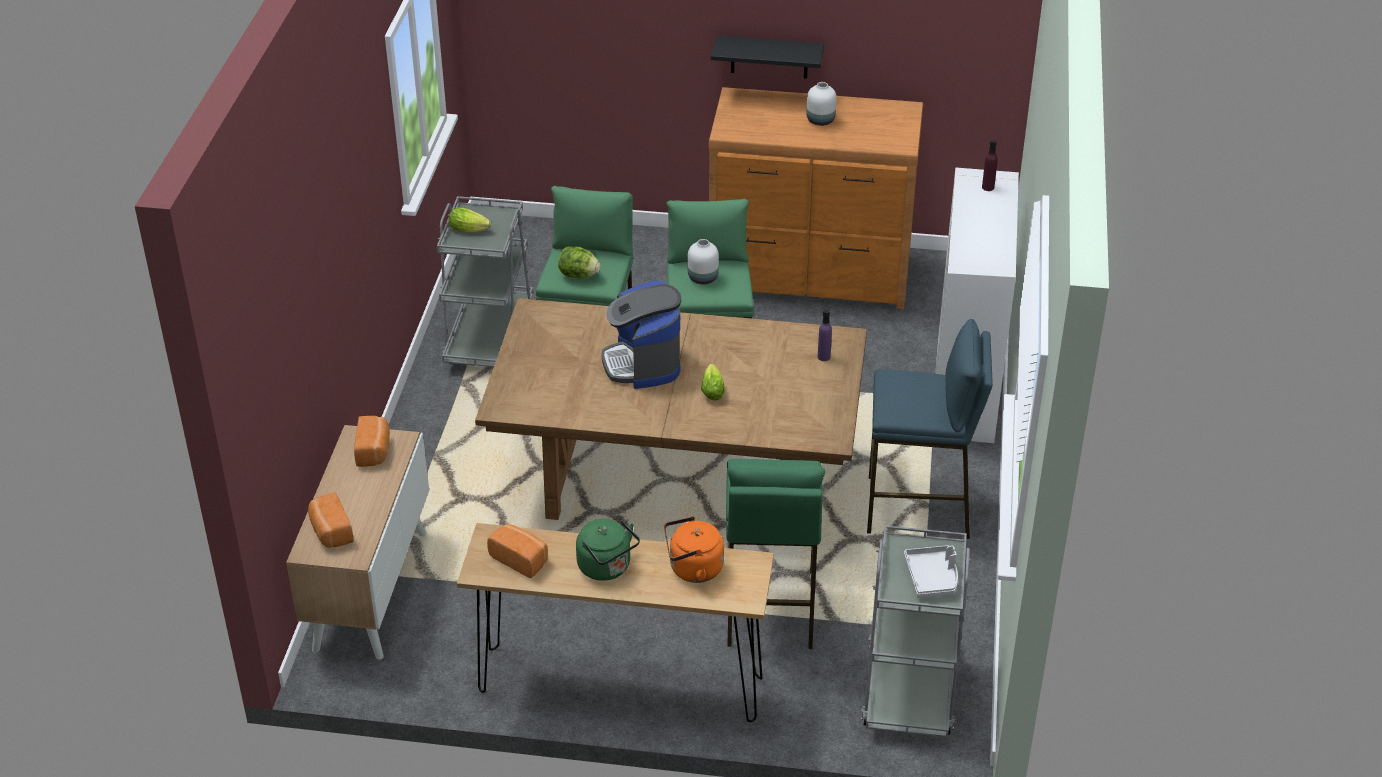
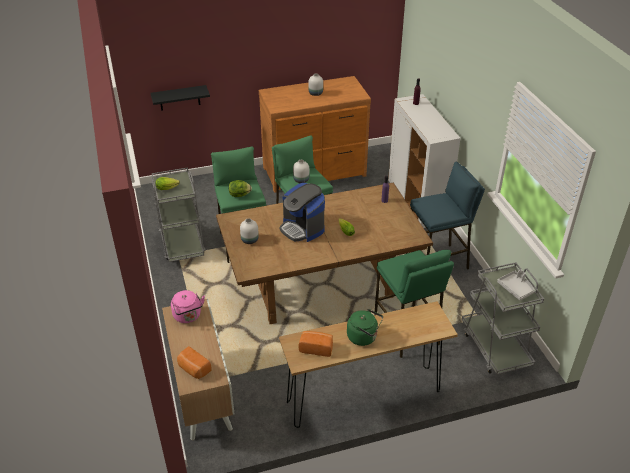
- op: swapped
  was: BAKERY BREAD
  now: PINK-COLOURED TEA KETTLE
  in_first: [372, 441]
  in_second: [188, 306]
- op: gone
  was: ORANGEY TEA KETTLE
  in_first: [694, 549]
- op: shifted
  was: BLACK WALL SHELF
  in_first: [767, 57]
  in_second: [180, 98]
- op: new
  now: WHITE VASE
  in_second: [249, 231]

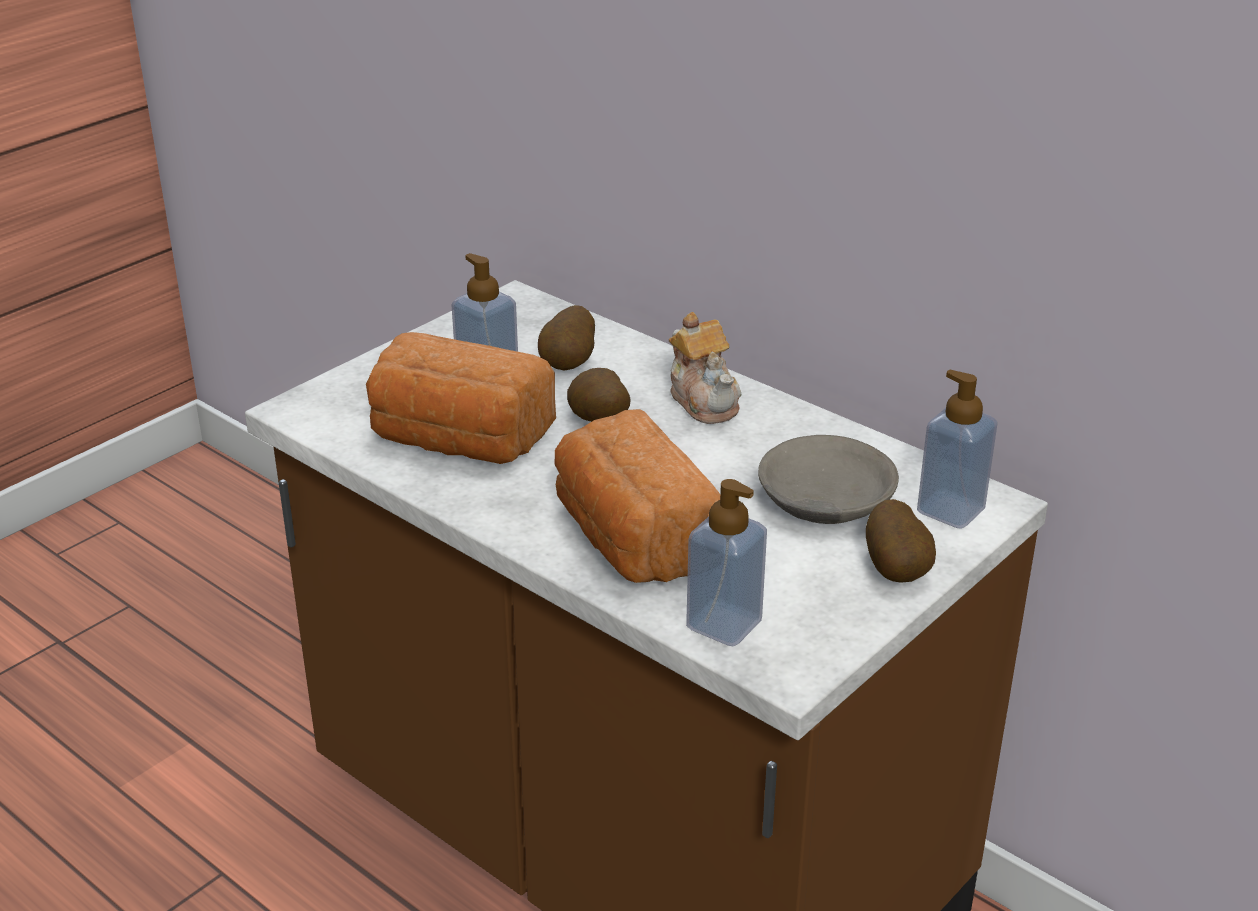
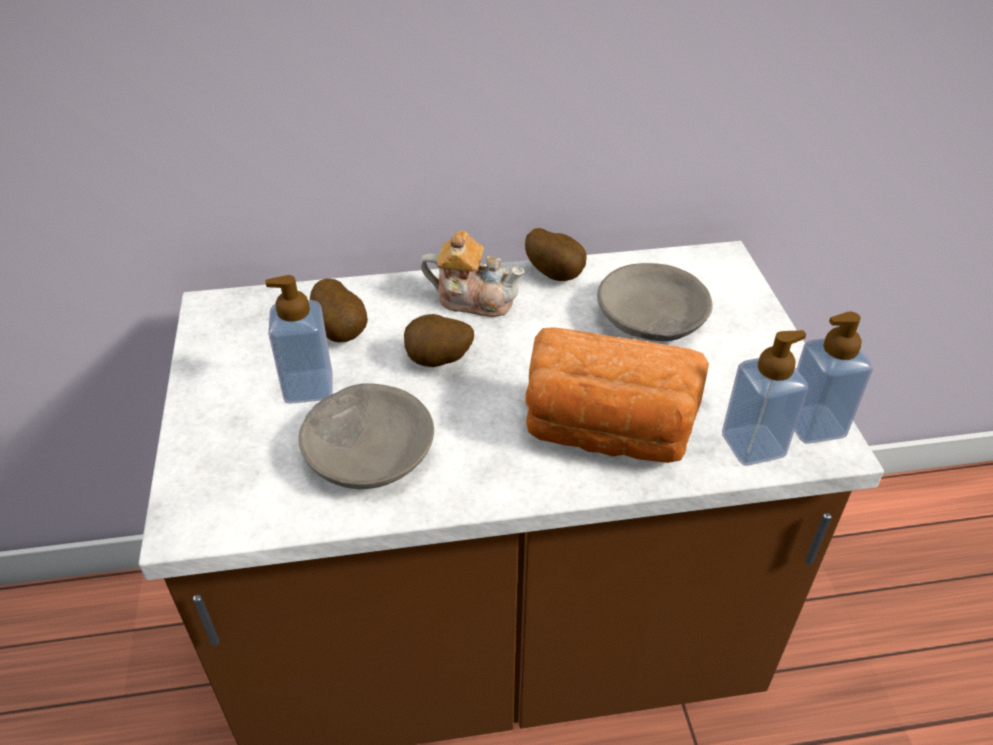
- op: swapped
  was: BAKERY BREAD
  now: GREYISH BOWL
  in_first: [461, 398]
  in_second: [366, 436]
- op: shifted
  was: POTATO
  in_first: [901, 541]
  in_second: [555, 254]
- op: shifted
  was: SOAP DISPENSER
  in_first: [957, 449]
  in_second: [834, 378]

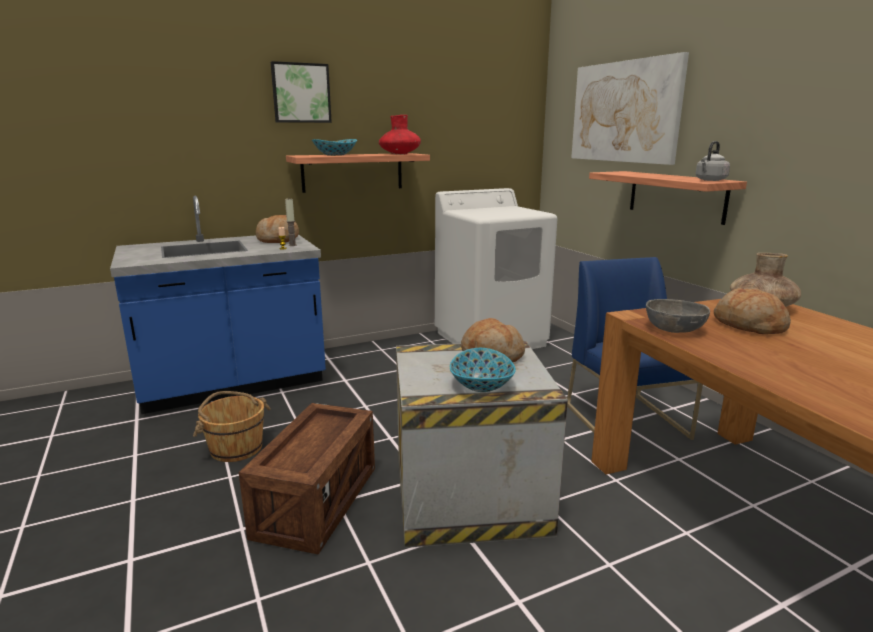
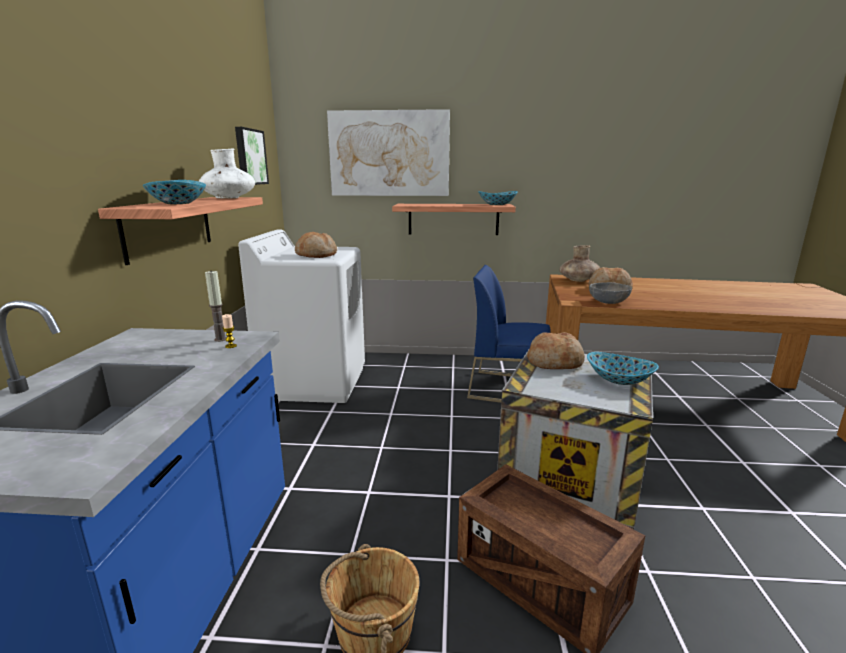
- op: shifted
  was: BAKERY BREAD
  in_first: [277, 229]
  in_second: [316, 245]
- op: shifted
  was: WALL PICTURE
  in_first: [301, 92]
  in_second: [252, 156]
- op: repainted
  was: RED VASE
  now: WHITE VASE
  in_first: [400, 134]
  in_second: [227, 174]
- op: swapped
  was: GREYISH TEA KETTLE
  now: BOWL
  in_first: [713, 161]
  in_second: [498, 198]

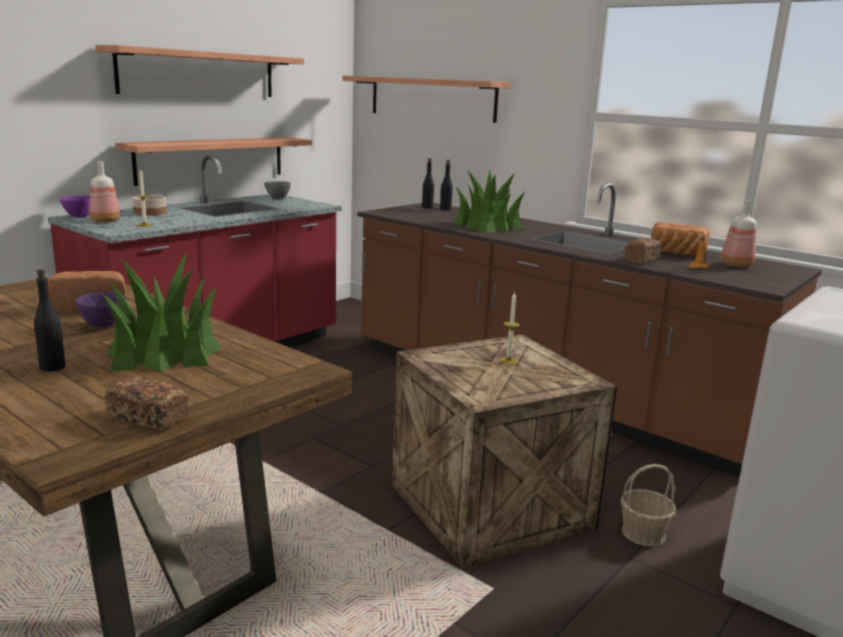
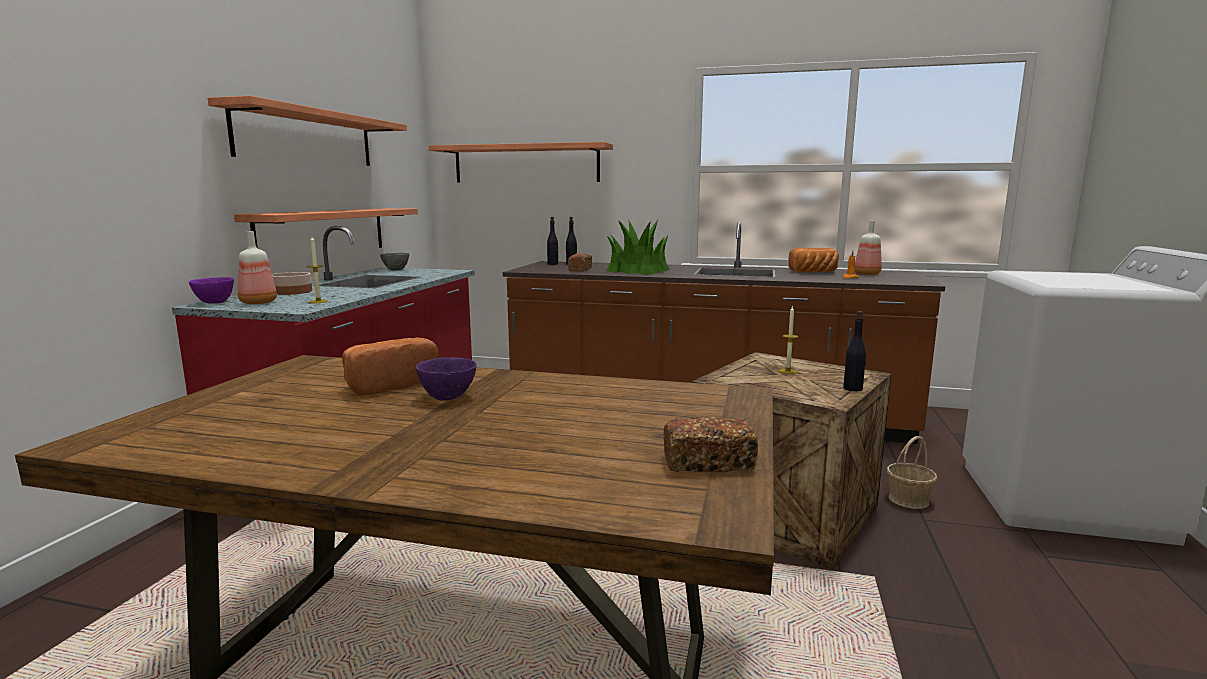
- op: shifted
  was: BLACK BOTTLE
  in_first: [50, 320]
  in_second: [854, 351]
- op: gone
  was: PLANT IN A POT
  in_first: [161, 312]
- op: shifted
  was: BAKERY BREAD
  in_first: [642, 251]
  in_second: [580, 262]

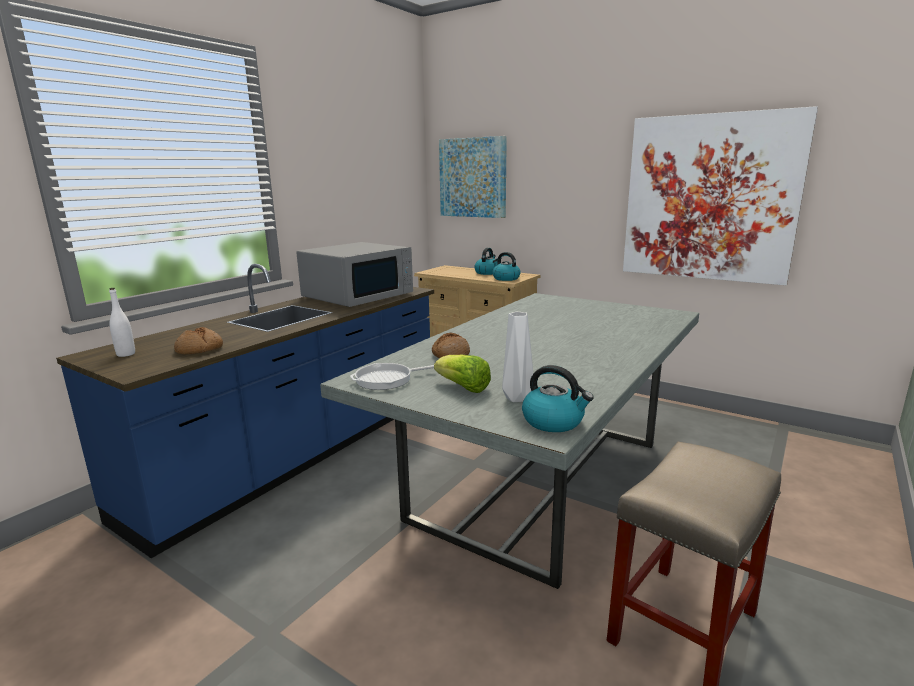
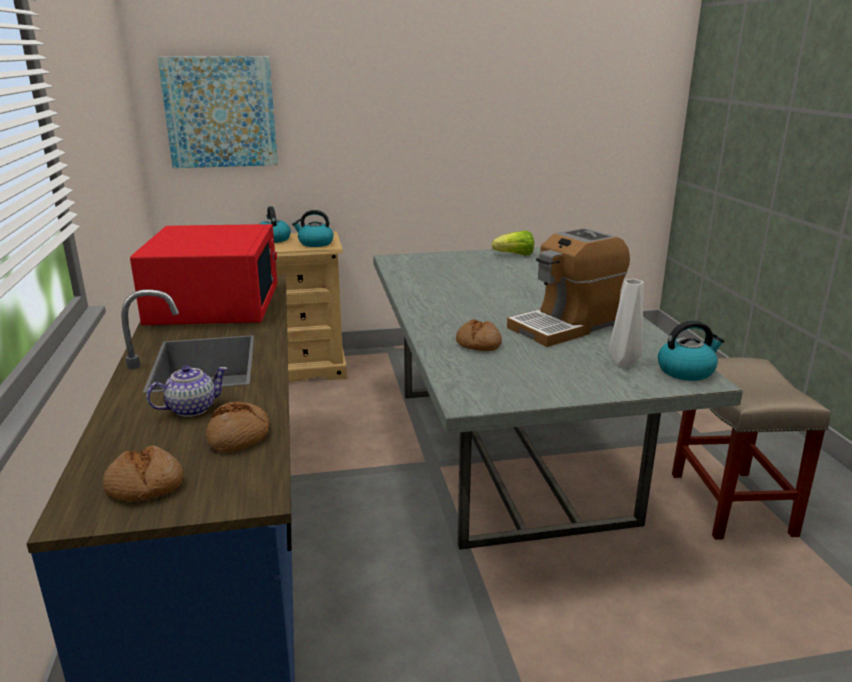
- op: swapped
  was: WHITE BOTTLE
  now: BAKERY BREAD
  in_first: [122, 322]
  in_second: [143, 473]
- op: repainted
  was: GREYISH MICROWAVE
  now: RED MICROWAVE
  in_first: [354, 274]
  in_second: [204, 274]
- op: gone
  was: PAN
  in_first: [392, 376]
- op: shifted
  was: LETTUCE HEAD
  in_first: [462, 374]
  in_second: [513, 243]
- op: gone
  was: WALL PICTURE
  in_first: [720, 195]
- op: new
  now: TEA POT
  in_second: [187, 391]
- op: new
  now: COFFEE MACHINE
  in_second: [568, 287]

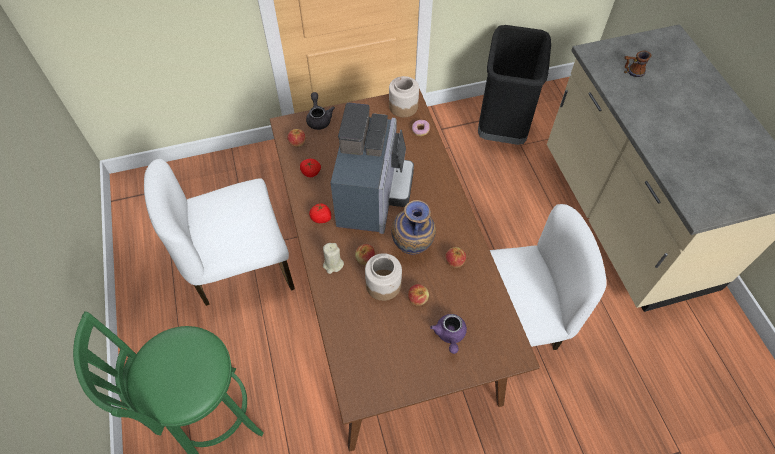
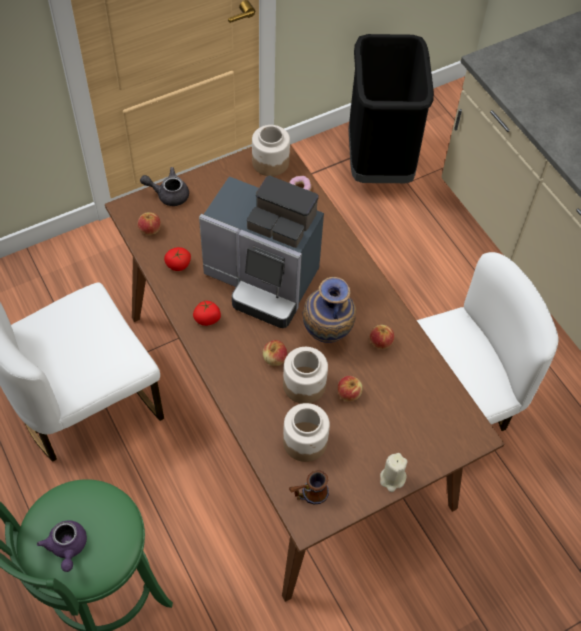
- op: rotated
  was: GREYISH TEA POT
  in_first: [320, 111]
  in_second: [164, 186]
  clockwise: -60
- op: shifted
  was: BEIGE CANDLE
  in_first: [333, 258]
  in_second: [394, 472]
- op: rotated
  was: COFFEE MACHINE
  in_first: [372, 168]
  in_second: [261, 252]
  clockwise: 120
- op: shifted
  was: PURPLISH TEA POT
  in_first: [448, 334]
  in_second: [62, 546]
- op: shifted
  was: MUG
  in_first: [637, 64]
  in_second: [309, 487]
- op: new
  now: STORAGE JAR
  in_second: [306, 432]

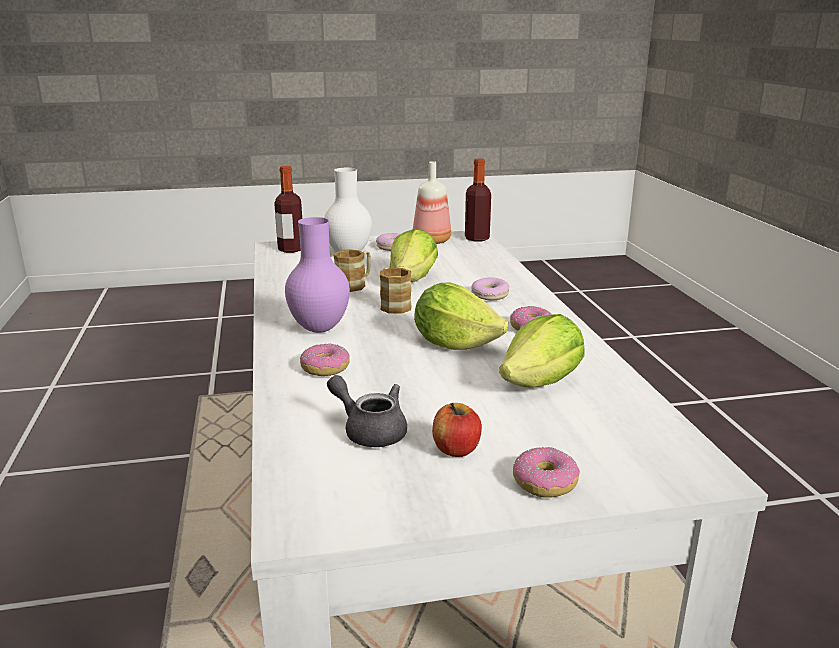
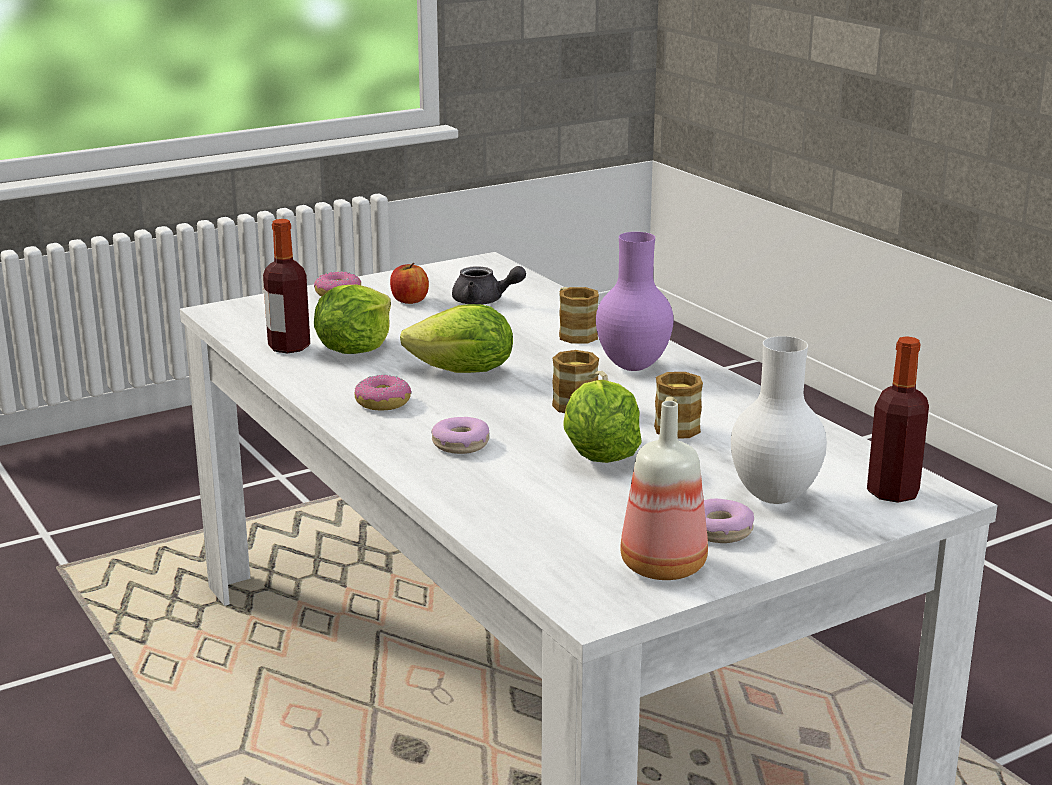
- op: swapped
  was: DONUT
  now: MUG
  in_first: [325, 359]
  in_second: [579, 315]
- op: shifted
  was: BOTTLE
  in_first: [478, 200]
  in_second: [286, 286]

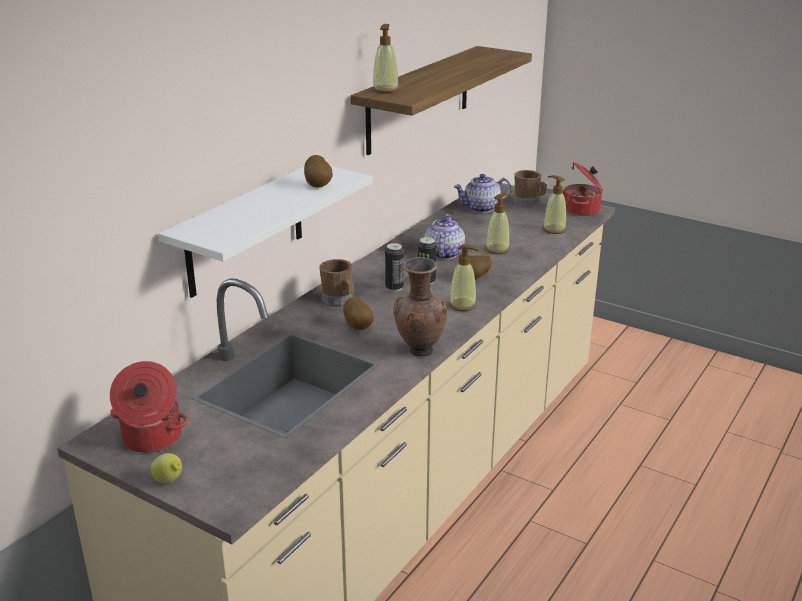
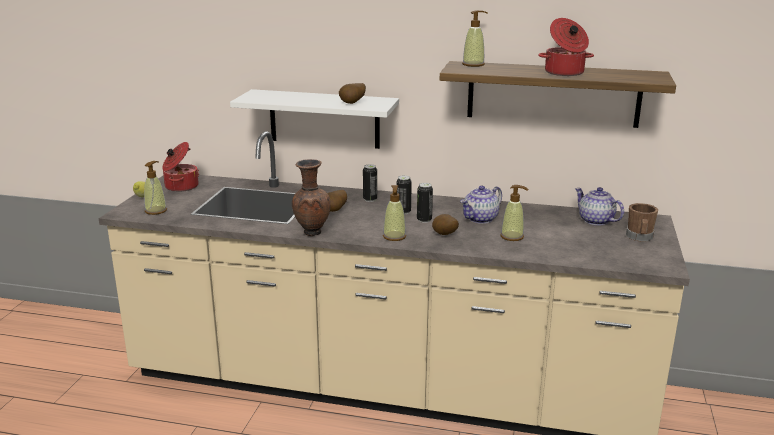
- op: swapped
  was: BROWN MUG
  now: SEALED CAN
  in_first: [336, 282]
  in_second: [370, 183]
- op: rotated
  was: TEA POT
  in_first: [444, 237]
  in_second: [481, 204]
  clockwise: 150
- op: shifted
  was: SOAP DISPENSER
  in_first: [554, 204]
  in_second: [155, 188]
- op: shifted
  was: COOKING POT
  in_first: [582, 189]
  in_second: [566, 47]

